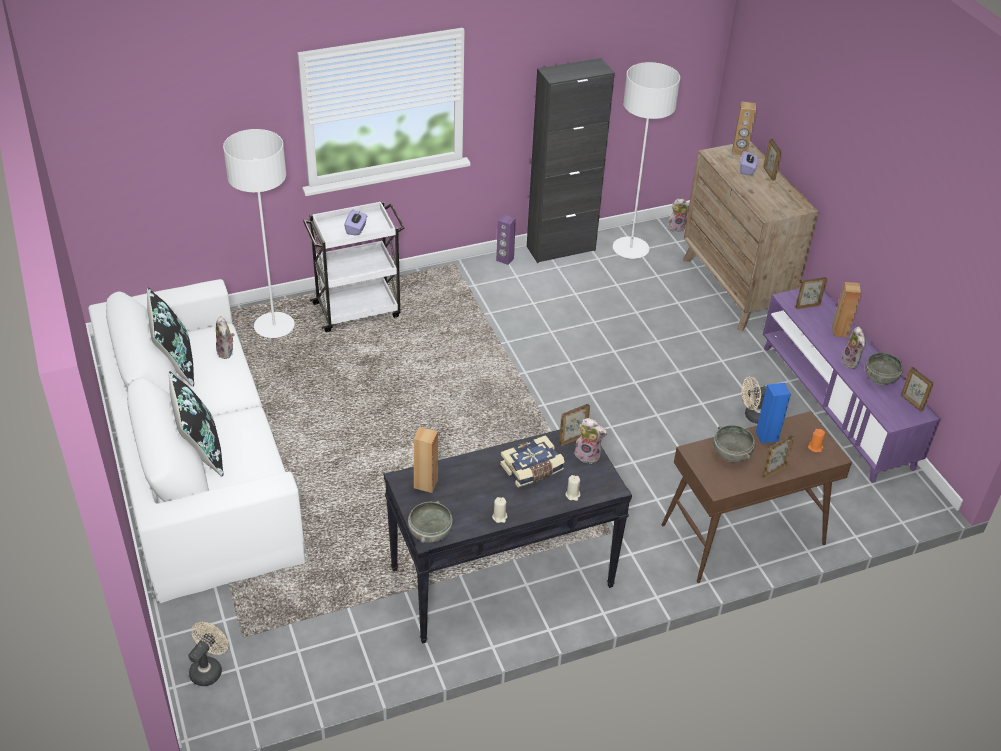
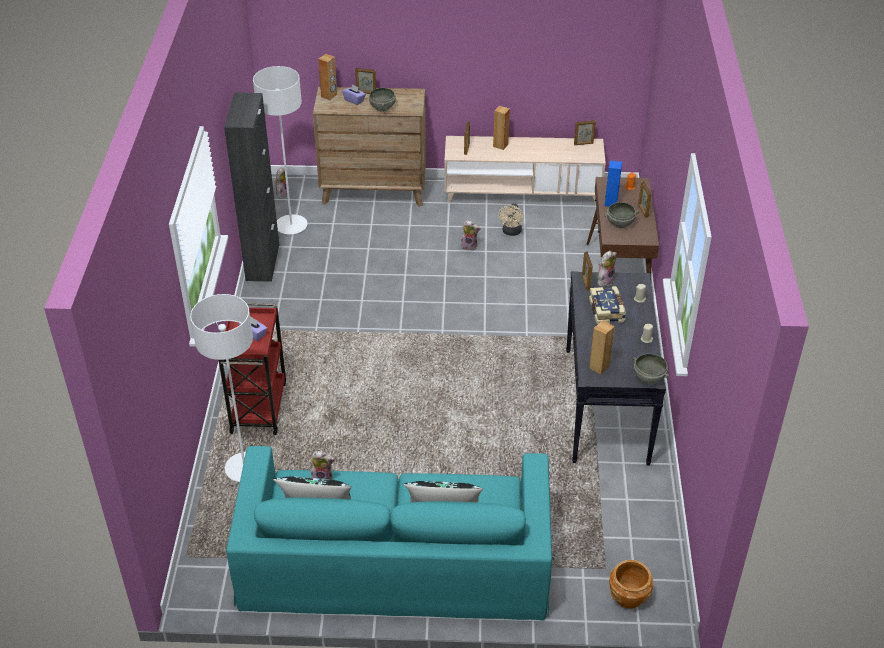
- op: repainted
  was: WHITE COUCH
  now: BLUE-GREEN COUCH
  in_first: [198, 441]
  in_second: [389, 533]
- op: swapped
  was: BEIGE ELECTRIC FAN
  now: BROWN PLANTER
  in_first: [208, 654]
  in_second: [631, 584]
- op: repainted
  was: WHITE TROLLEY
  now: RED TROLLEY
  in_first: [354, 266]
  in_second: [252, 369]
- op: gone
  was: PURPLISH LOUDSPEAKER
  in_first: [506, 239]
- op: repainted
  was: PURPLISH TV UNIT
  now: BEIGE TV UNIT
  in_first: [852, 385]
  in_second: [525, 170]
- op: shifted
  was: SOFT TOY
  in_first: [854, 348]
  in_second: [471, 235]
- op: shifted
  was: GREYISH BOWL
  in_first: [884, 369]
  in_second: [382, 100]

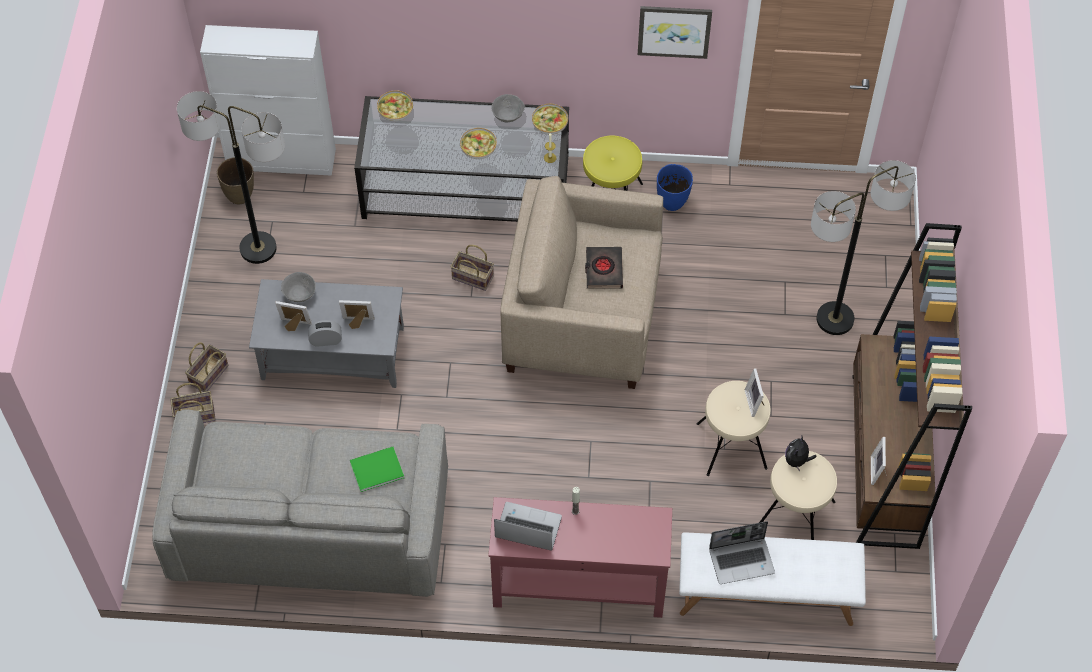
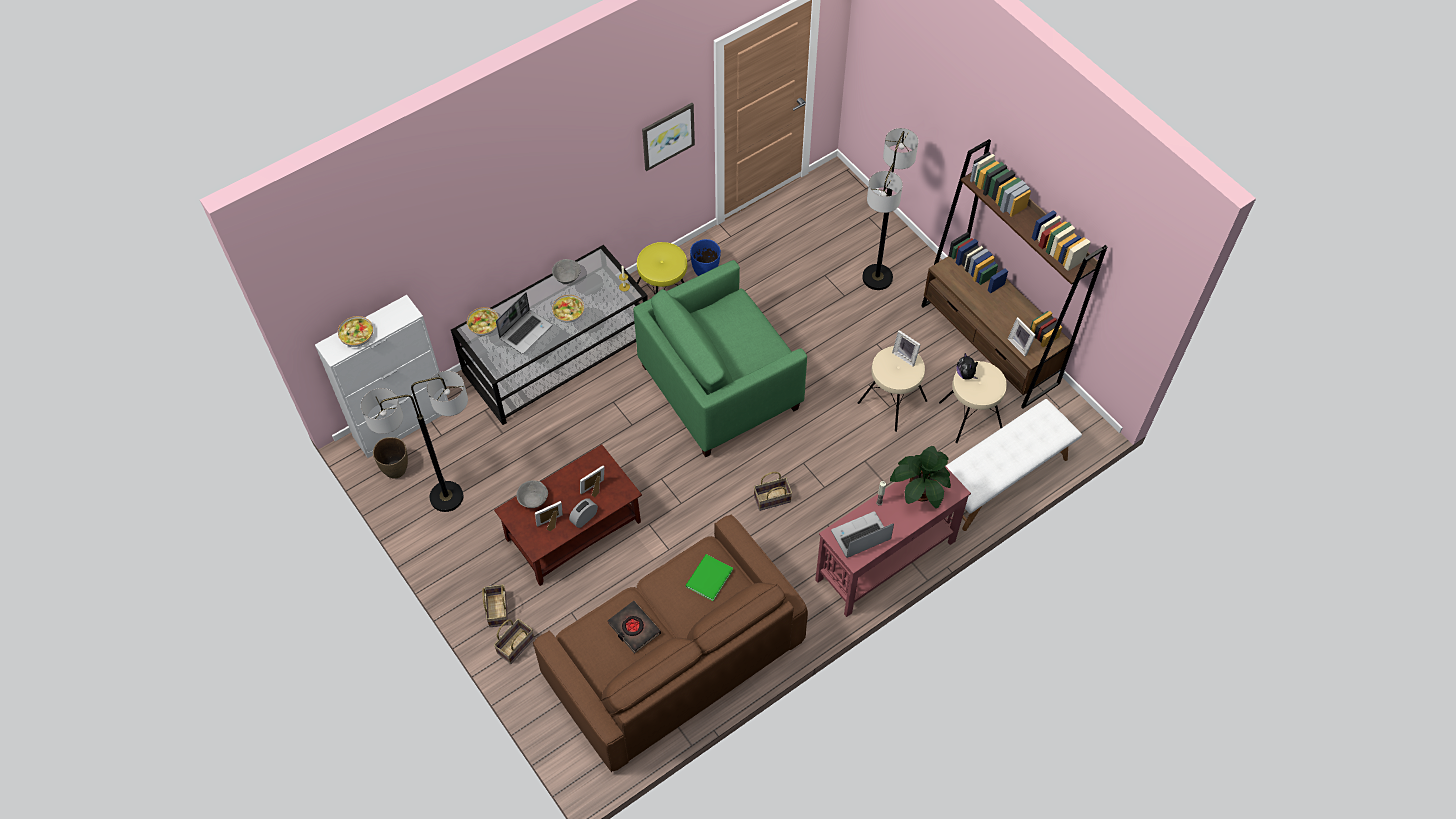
- op: repainted
  was: GREYISH COUCH
  now: BROWN COUCH
  in_first: [300, 503]
  in_second: [670, 643]
- op: repainted
  was: GREYISH LOUNGE TABLE
  now: BROWN LOUNGE TABLE
  in_first: [326, 333]
  in_second: [568, 515]
- op: shifted
  was: STORAGE BASKET
  in_first: [472, 268]
  in_second: [773, 491]
- op: repainted
  was: BEIGE LOUNGE CHAIR
  now: GREEN LOUNGE CHAIR
  in_first: [581, 282]
  in_second: [720, 358]
- op: shifted
  was: BOWL
  in_first: [550, 119]
  in_second: [355, 331]
- op: shifted
  was: BLACK VOLUME
  in_first: [604, 267]
  in_second: [634, 627]
- op: shifted
  was: NOTEBOOK COMPUTER
  in_first: [742, 552]
  in_second: [524, 323]
- op: new
  now: PLANT IN A POT
  in_second: [920, 477]

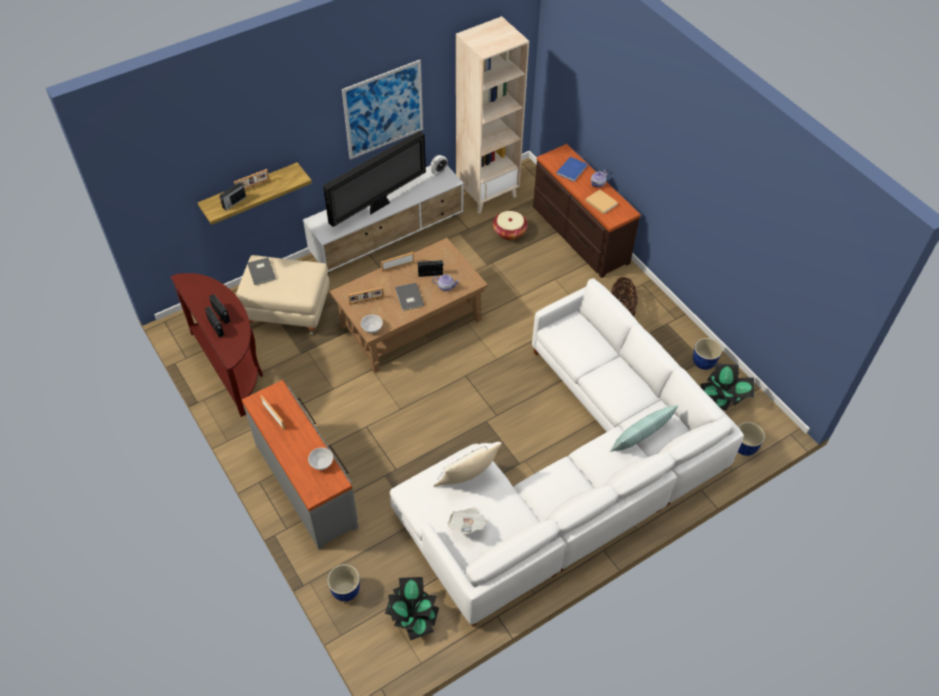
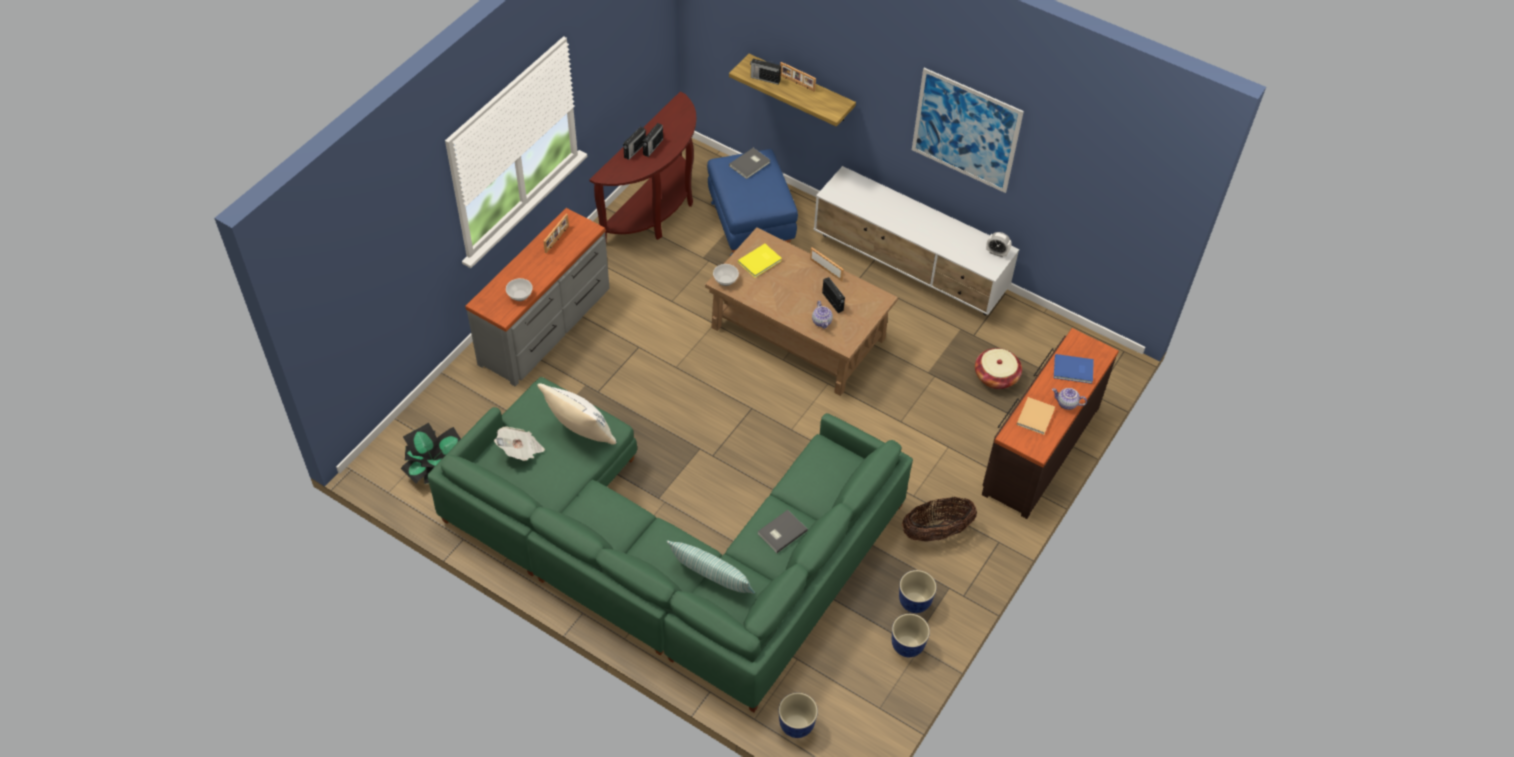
- op: repainted
  was: BEIGE FOOTREST
  now: BLUE-COLOURED FOOTREST
  in_first: [282, 295]
  in_second: [752, 202]
- op: gone
  was: TV
  in_first: [374, 179]
- op: shifted
  was: PLANTER
  in_first: [343, 582]
  in_second: [918, 591]
- op: swapped
  was: PICTURE FRAME
  now: YELLOWISH VOLUME
  in_first: [366, 296]
  in_second: [760, 260]
- op: repainted
  was: WHITE COUCH
  now: GREEN COUCH
  in_first: [567, 452]
  in_second: [670, 544]
- op: shifted
  was: GREYISH VOLUME
  in_first: [409, 296]
  in_second: [783, 531]
- op: gone
  was: BEIGE BOOKCASE
  in_first: [492, 115]
- op: gone
  was: PLANT IN A POT
  in_first: [727, 387]

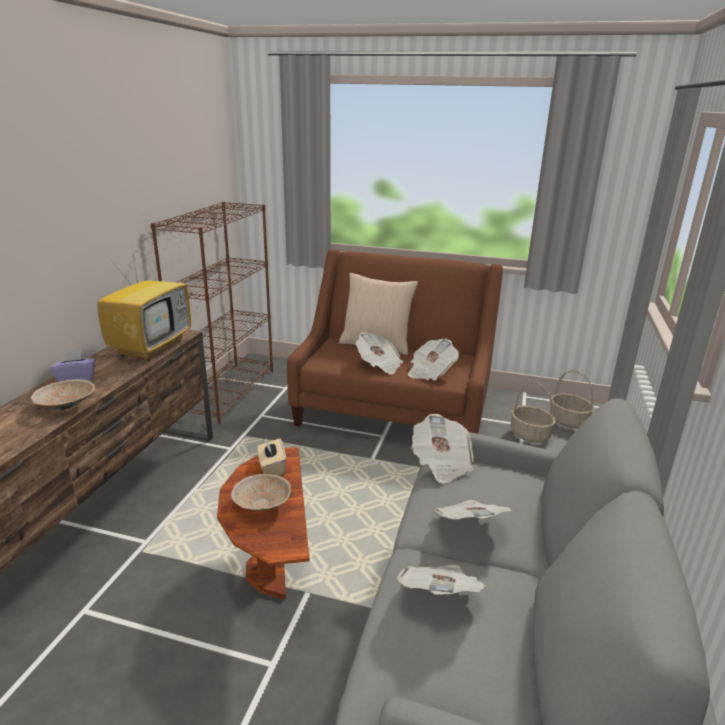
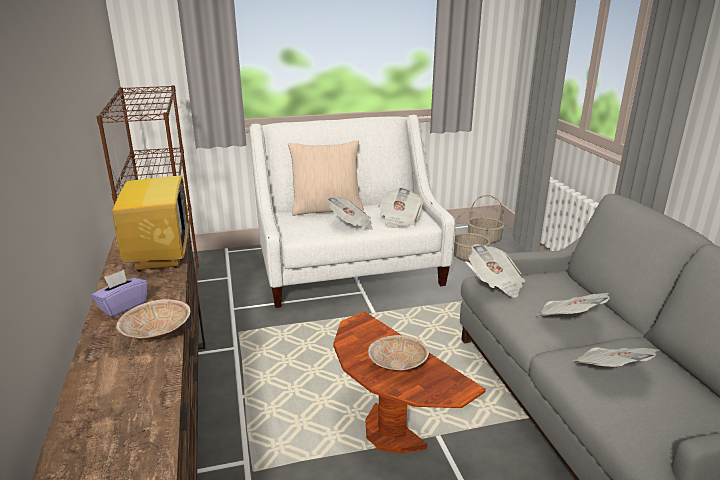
- op: gone
  was: BEIGE TISSUE HOLDER
  in_first: [271, 457]
- op: repainted
  was: BROWN COUCH
  now: WHITE COUCH
  in_first: [395, 341]
  in_second: [352, 211]

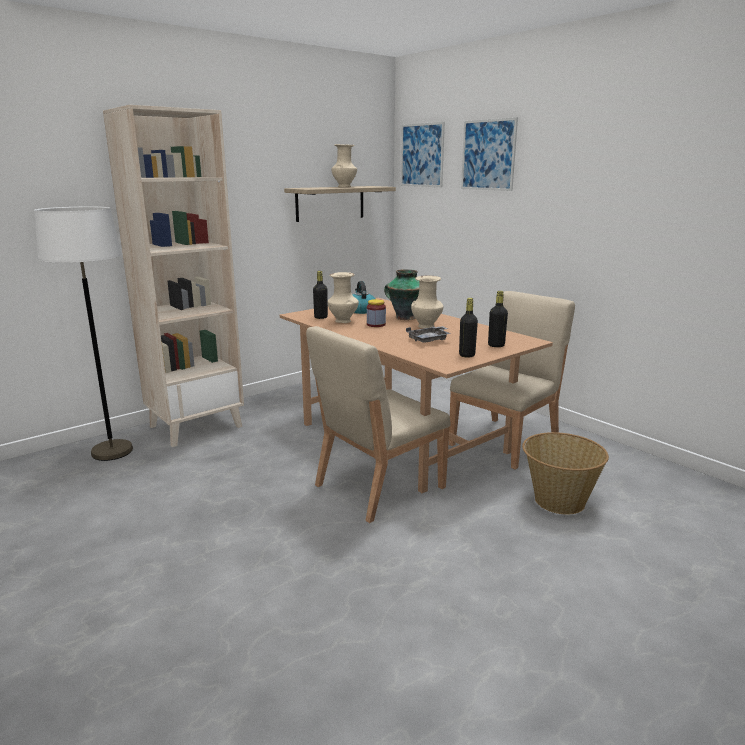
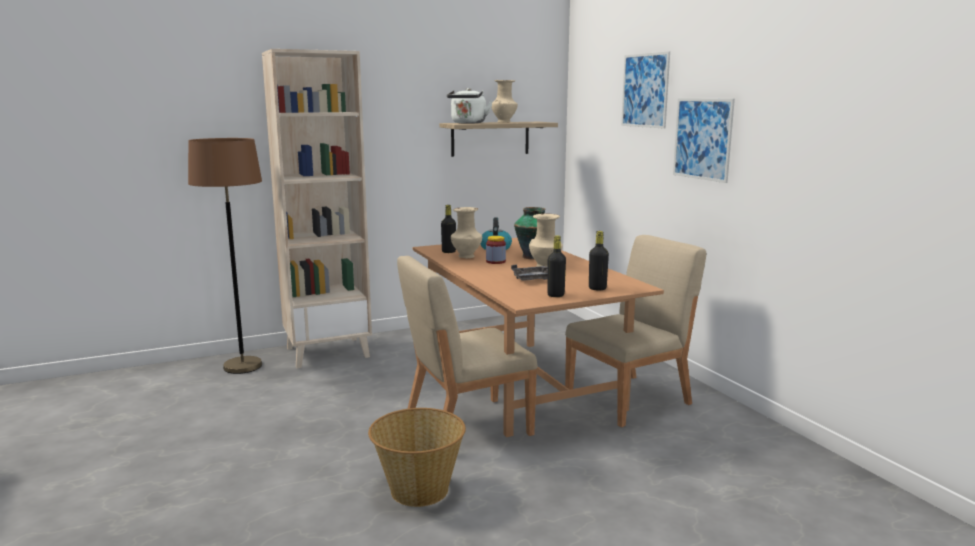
- op: repainted
  was: WHITE STANDING LAMP
  now: BROWN STANDING LAMP
  in_first: [83, 334]
  in_second: [225, 256]
- op: shifted
  was: WALL PICTURE
  in_first: [423, 154]
  in_second: [704, 140]
- op: shifted
  was: STORAGE BASKET
  in_first: [565, 473]
  in_second: [417, 457]
- op: new
  now: WHITE TEA KETTLE
  in_second: [470, 105]

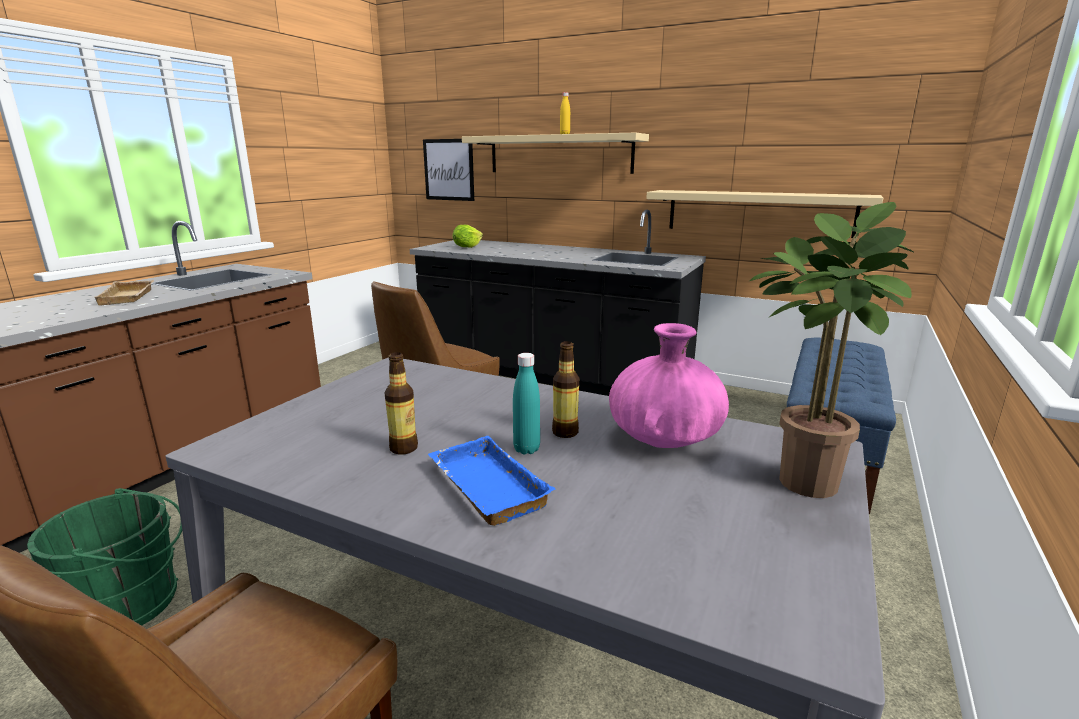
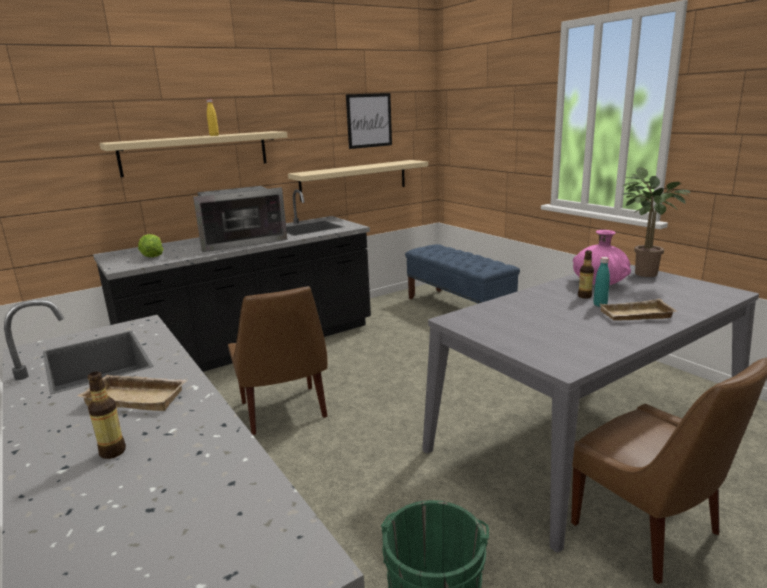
- op: shifted
  was: BOTTLE
  in_first: [401, 403]
  in_second: [107, 415]
- op: shifted
  was: WALL PICTURE
  in_first: [448, 170]
  in_second: [369, 121]
- op: repainted
  was: BLUE-COLOURED CARRYING TRAY
  now: BEIGE CARRYING TRAY
  in_first: [492, 481]
  in_second: [638, 309]
- op: new
  now: MICROWAVE
  in_second: [240, 219]

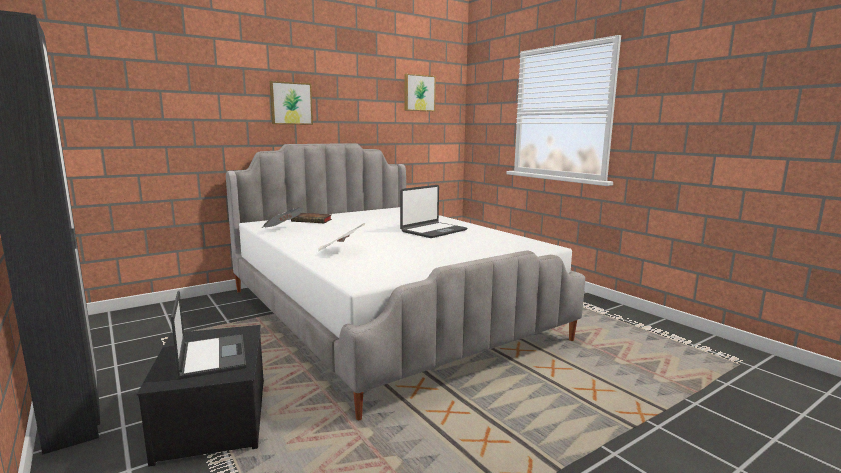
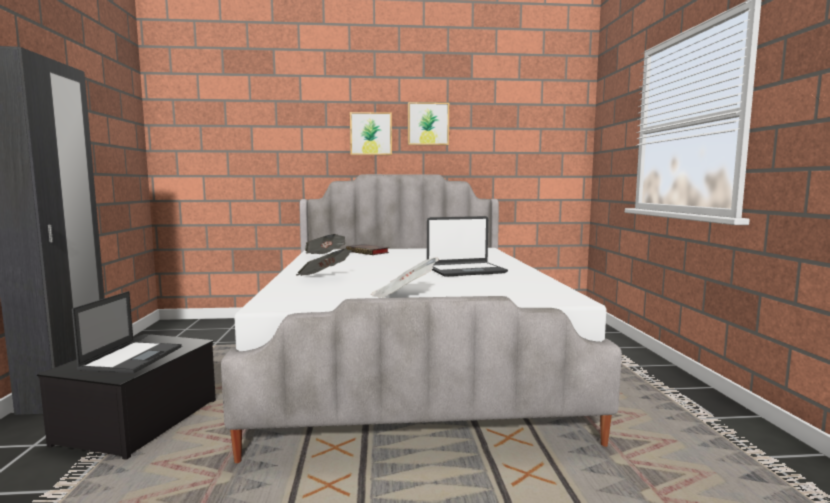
- op: shifted
  was: WALL PICTURE
  in_first: [420, 93]
  in_second: [428, 123]
- op: new
  now: DAILY PAPER
  in_second: [405, 277]

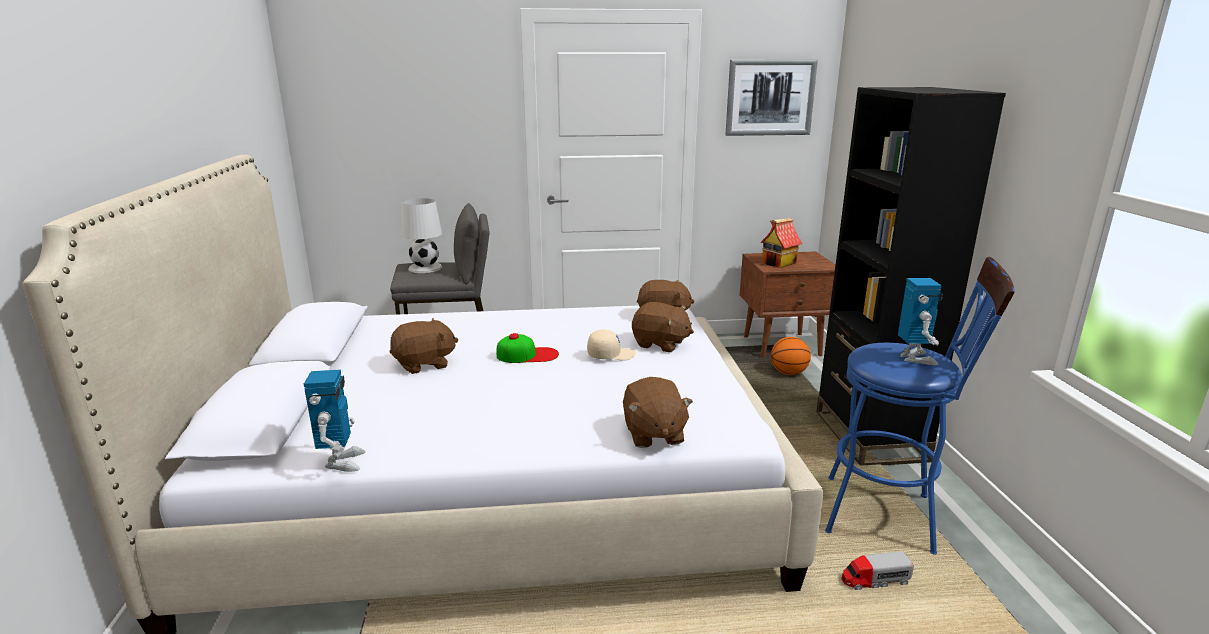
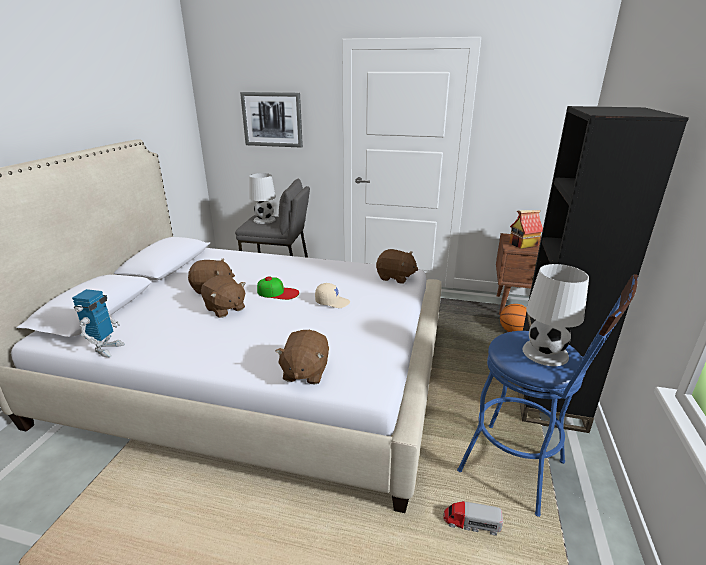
- op: shifted
  was: BROWN SOFT TOY
  in_first: [663, 327]
  in_second: [223, 296]
- op: shifted
  was: WALL PICTURE
  in_first: [771, 98]
  in_second: [271, 120]
- op: swapped
  was: MODEL ROBOT
  now: WHITE TABLETOP LAMP
  in_first: [920, 321]
  in_second: [556, 315]

